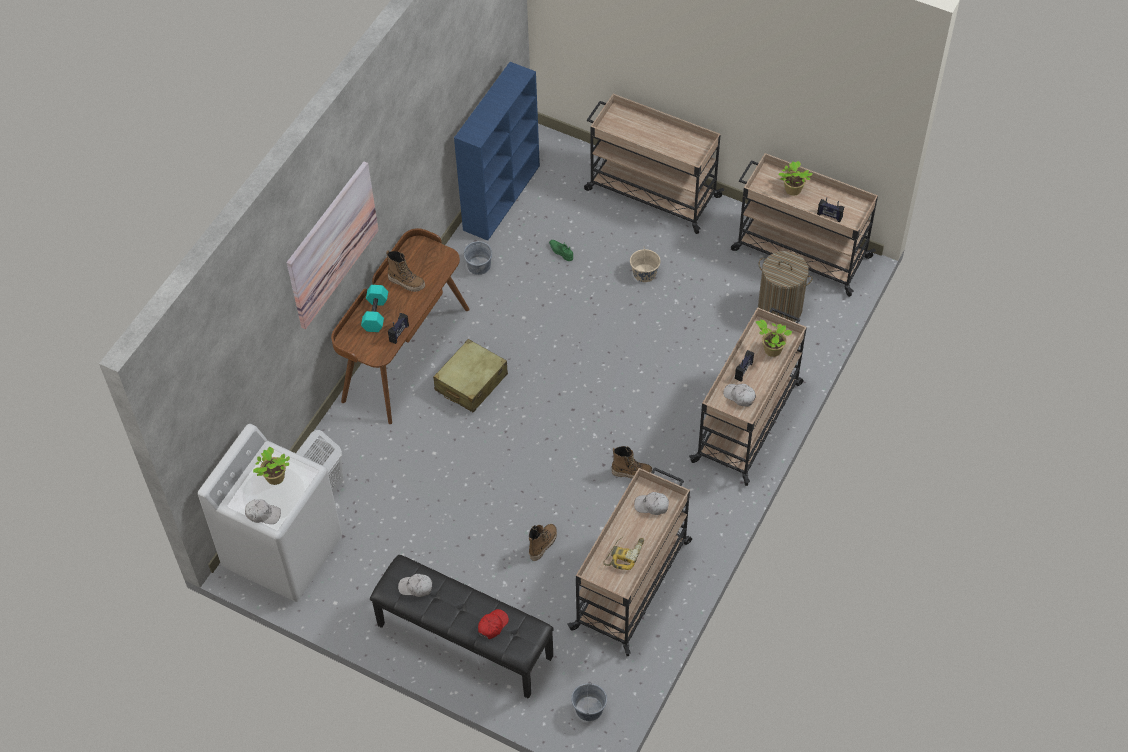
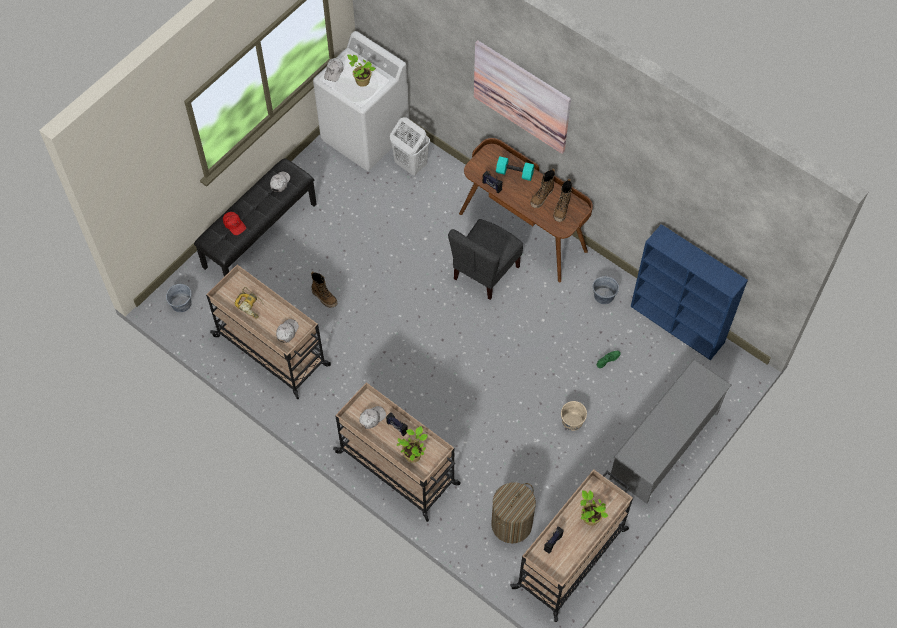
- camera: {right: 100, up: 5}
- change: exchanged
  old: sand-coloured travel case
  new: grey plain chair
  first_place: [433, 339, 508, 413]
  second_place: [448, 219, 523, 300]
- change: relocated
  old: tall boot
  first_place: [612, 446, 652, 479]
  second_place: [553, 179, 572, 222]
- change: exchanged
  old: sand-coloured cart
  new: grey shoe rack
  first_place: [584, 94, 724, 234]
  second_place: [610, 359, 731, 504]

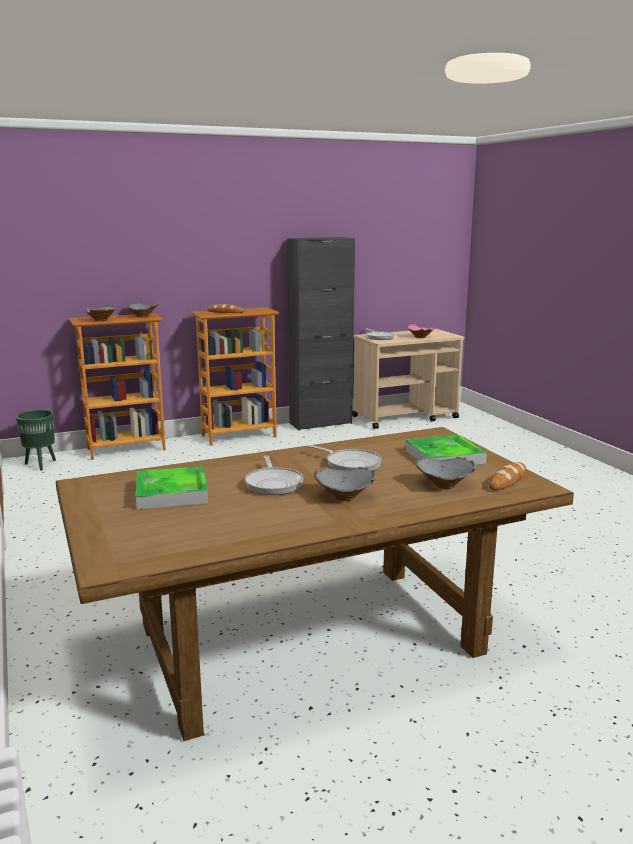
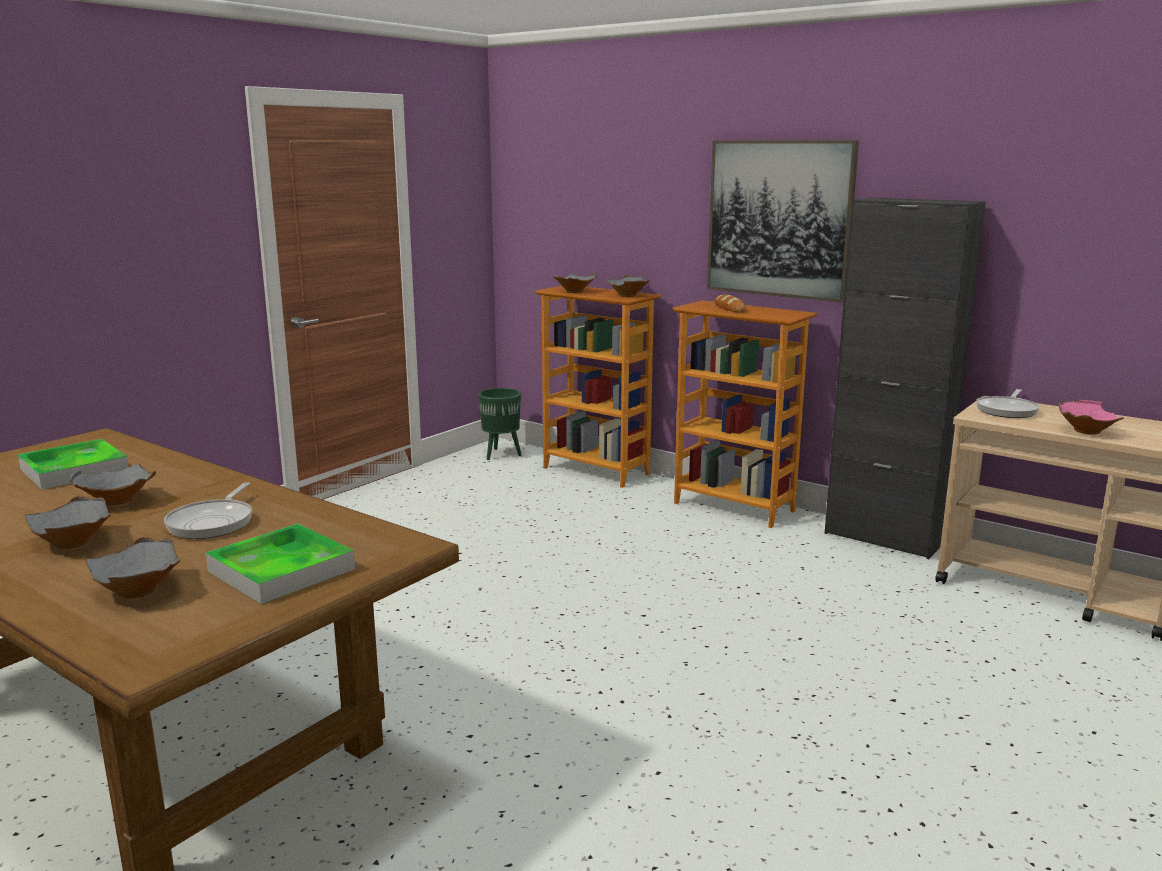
- camera: {right: 60, up: 0}
- change: exchanged
  old: pan
  new: grey deep dish
  first_place: [245, 456, 303, 495]
  second_place: [69, 464, 156, 505]
- change: appeared
  new: picture
  second_place: [707, 140, 859, 303]
- change: missing
  old: bakery bread
  first_place: [489, 462, 526, 490]

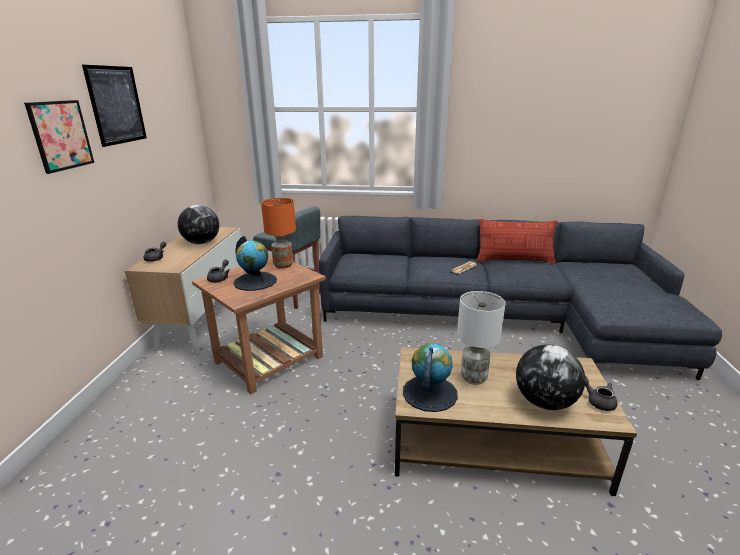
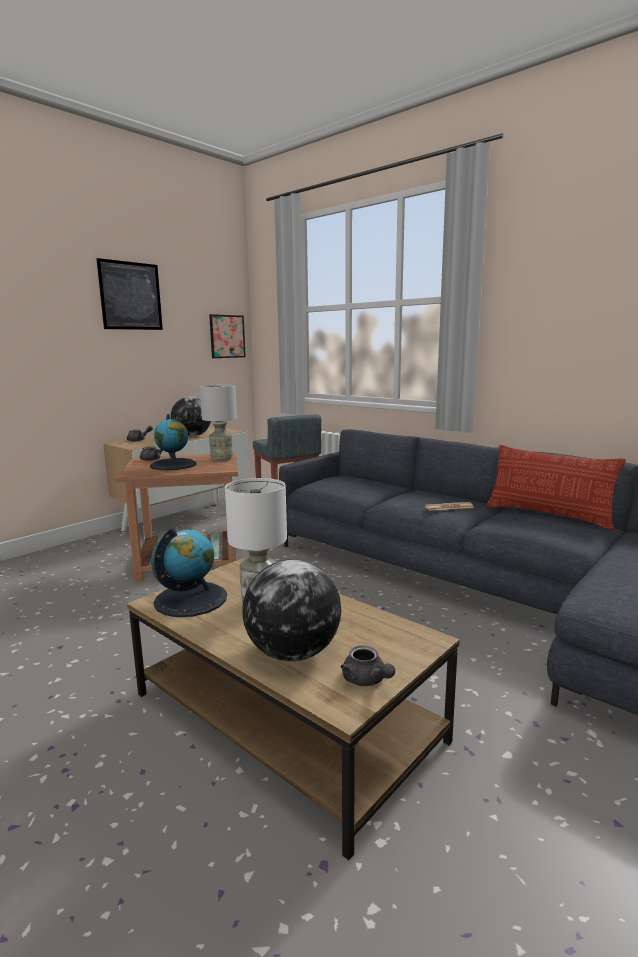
- camera: {right: 35, up: -10}
- change: colour
  old: orange-coloured table lamp
  new: grey table lamp
  first_place: [261, 198, 296, 268]
  second_place: [200, 385, 237, 461]
- change: relocated
  old: picture
  first_place: [24, 100, 94, 174]
  second_place: [209, 314, 246, 358]
- change: spun
  old: grey teapot
  first_place: [585, 376, 618, 411]
  second_place: [340, 645, 395, 686]
  degrees: 150

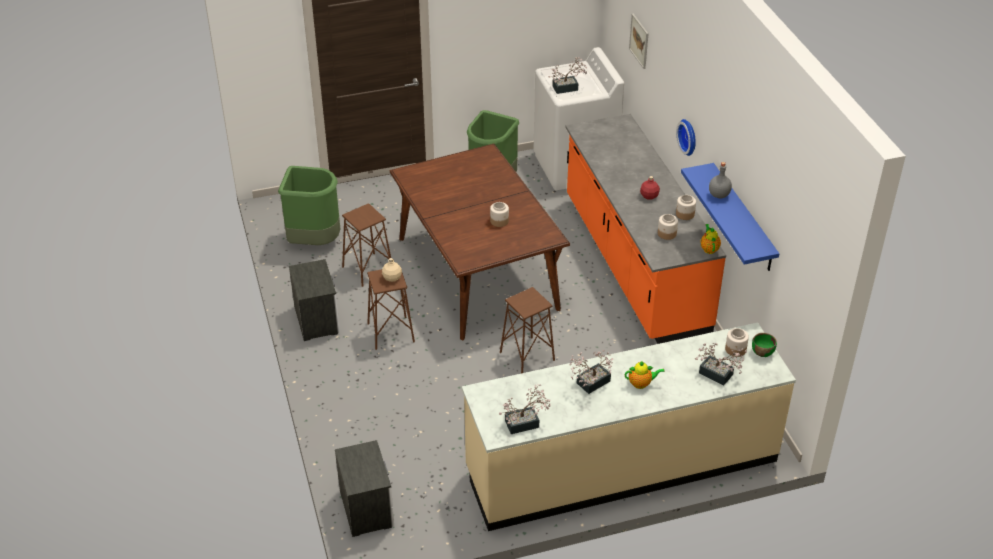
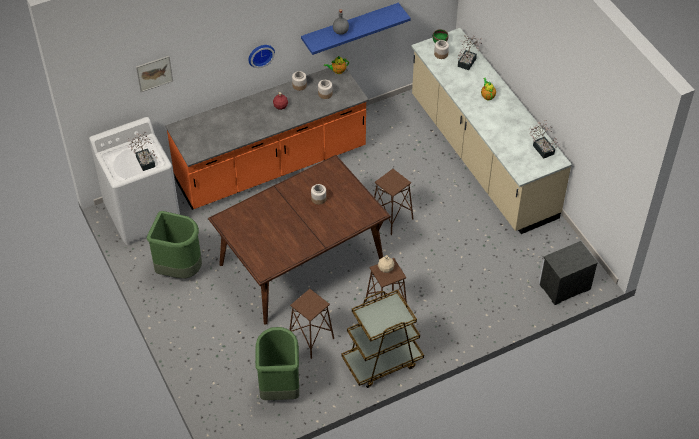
- camera: {right: -100, up: 10}
- change: exchanged
  old: night table
  new: brownish cart
  first_place: [289, 259, 340, 341]
  second_place: [341, 289, 424, 388]
- change: missing
  old: plant in a pot
  first_place: [569, 350, 613, 394]

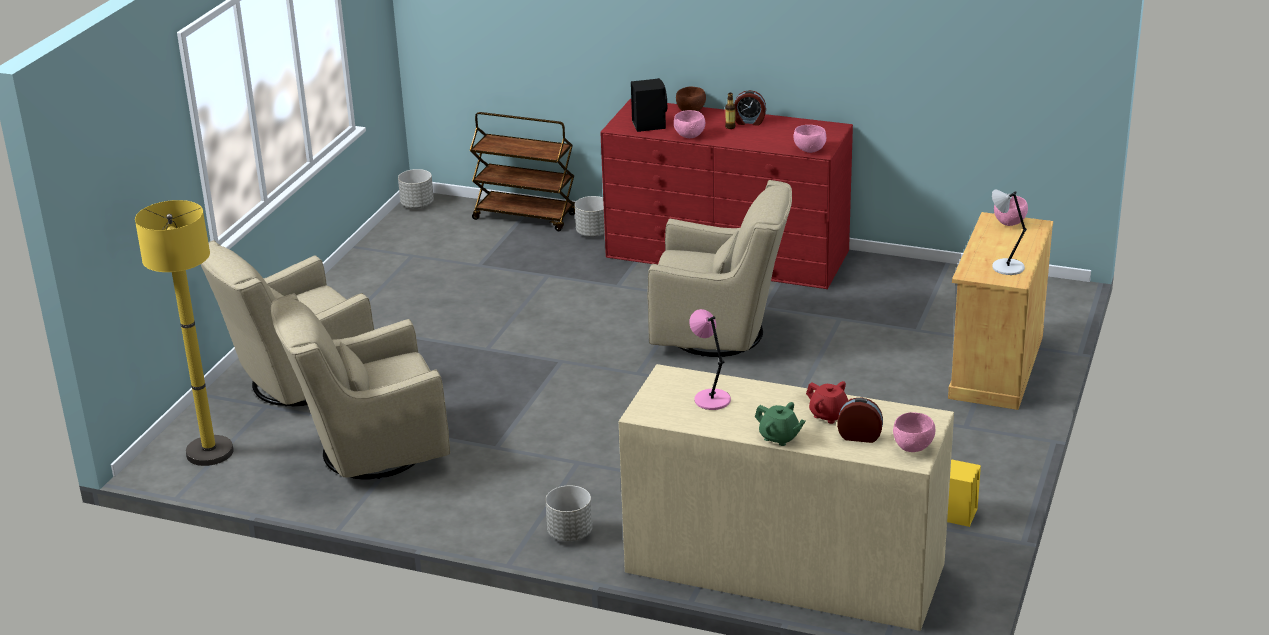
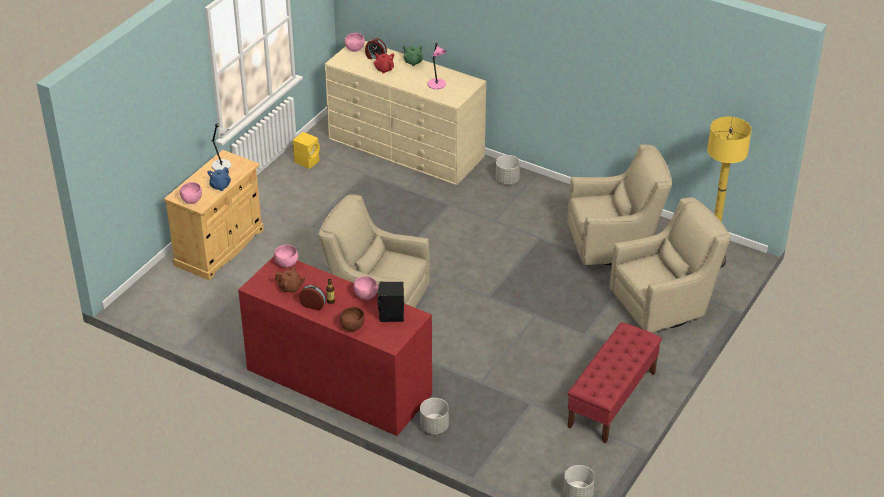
- camera: {right: -170, up: 10}
- change: appeared
  new: blue teapot
  second_place: [208, 167, 231, 191]
- change: appeared
  new: brownish teapot
  second_place: [275, 267, 305, 293]
- change: appeared
  new: reddish bench
  second_place: [568, 322, 662, 443]
- change: missing
  old: brownish cart
  first_place: [470, 112, 575, 231]

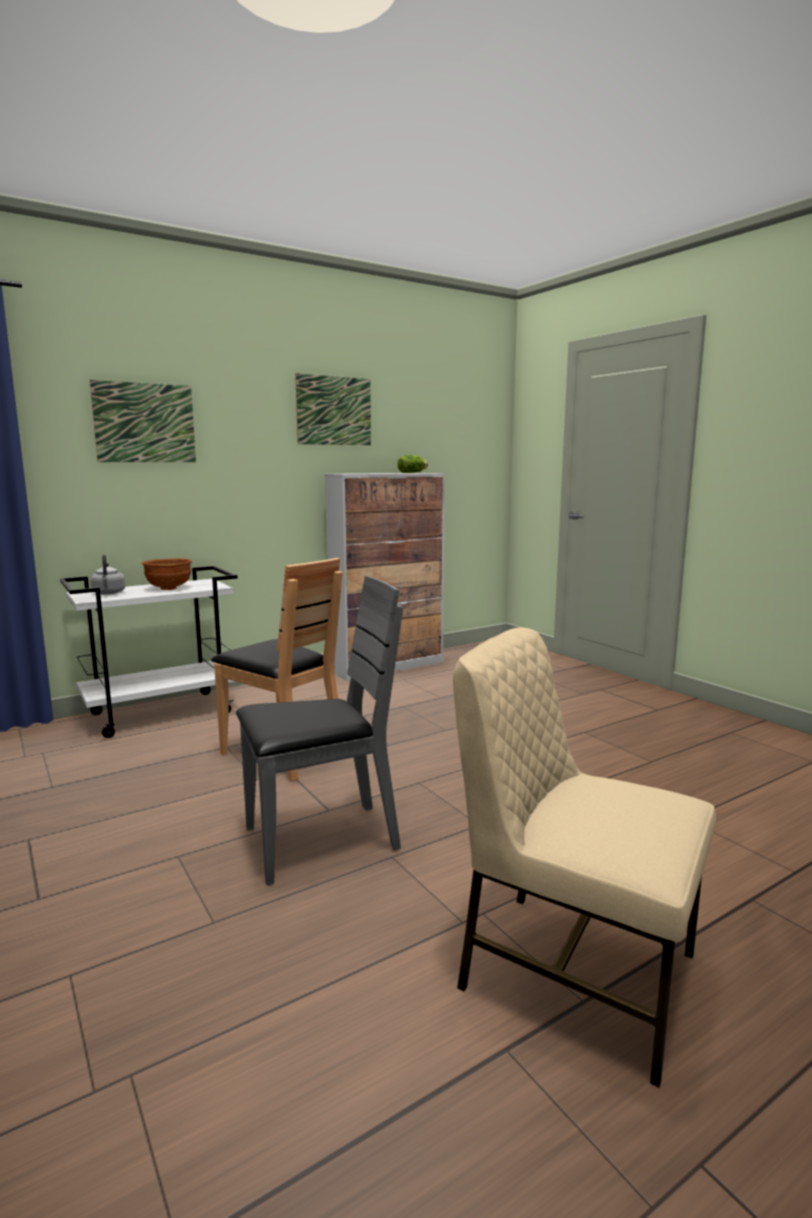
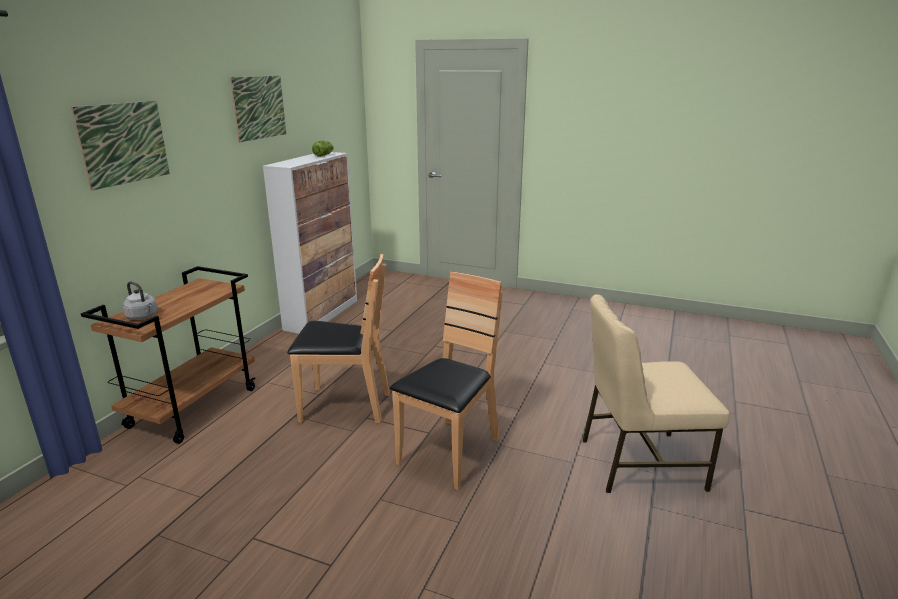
- camera: {right: -35, up: 10}
- change: colour
  old: white-coloured cart
  new: brownish cart
  first_place: [60, 566, 238, 738]
  second_place: [81, 266, 256, 444]
- change: colour
  old: grey plain chair
  new: brownish plain chair
  first_place: [236, 576, 403, 885]
  second_place: [390, 272, 503, 490]
- change: missing
  old: brownish deep dish
  first_place: [142, 558, 192, 590]

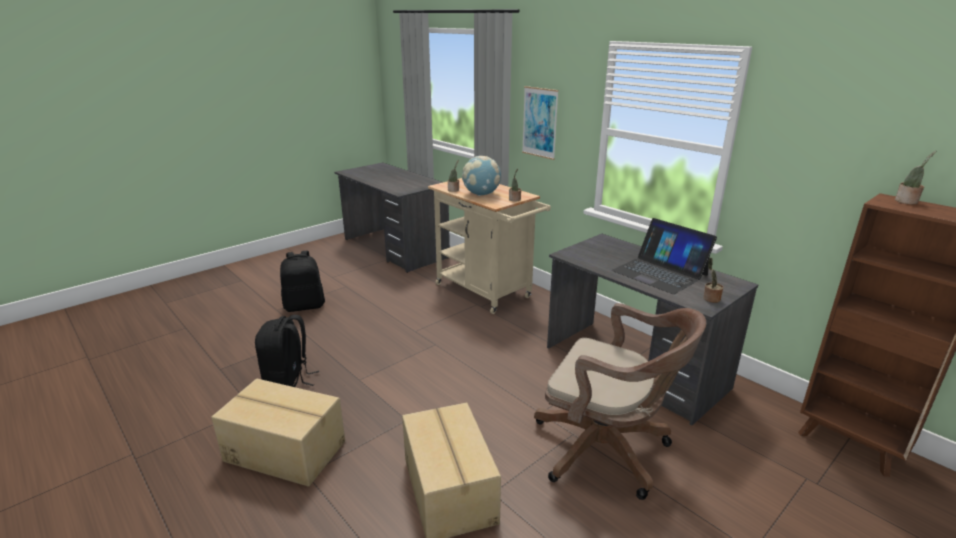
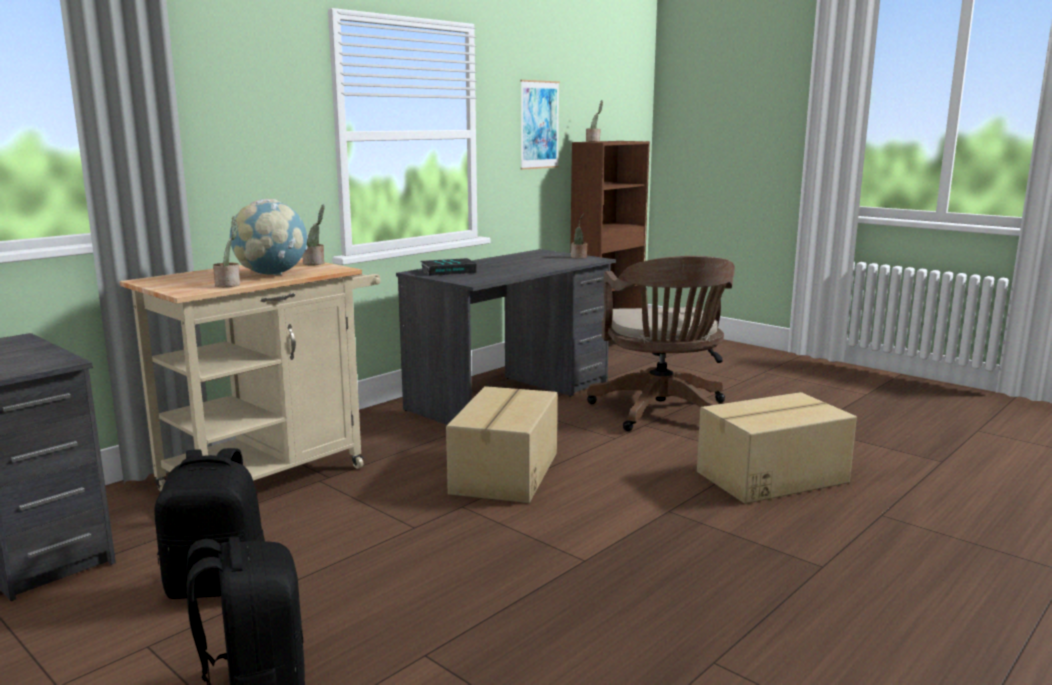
- camera: {right: -95, up: -10}
- change: relocated
  old: black rucksack
  first_place: [255, 315, 319, 387]
  second_place: [154, 448, 265, 599]
- change: appeared
  new: book
  second_place: [421, 258, 477, 276]
- change: relocated
  old: cardboard box
  first_place: [211, 378, 345, 487]
  second_place: [446, 386, 557, 503]
- change: relocated
  old: picture
  first_place: [522, 86, 559, 160]
  second_place: [520, 80, 560, 170]
- change: spun
  old: brownish desk chair
  first_place: [534, 303, 707, 500]
  second_place: [587, 256, 735, 431]
  degrees: 150
- change: missing
  old: notebook computer
  first_place: [612, 218, 717, 294]

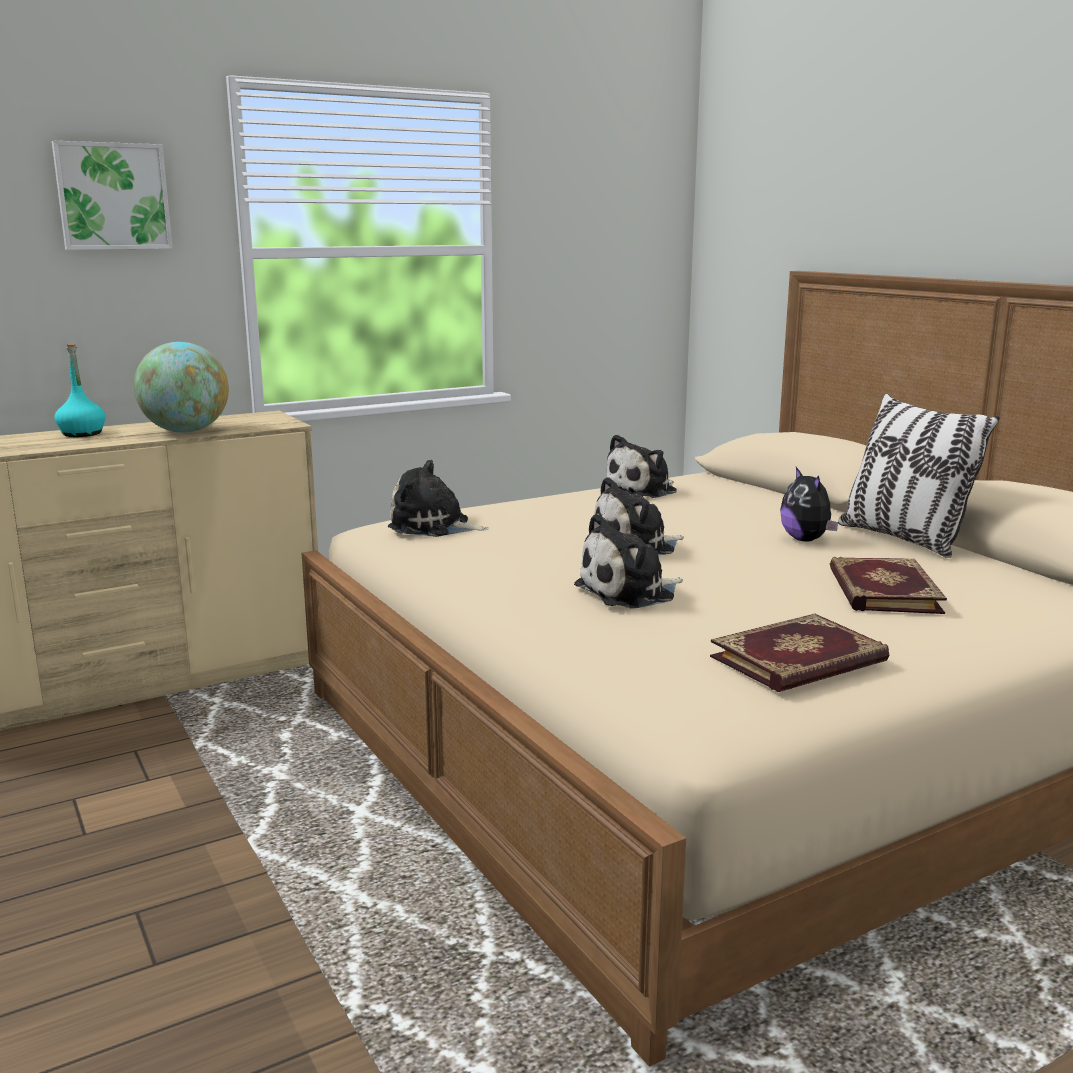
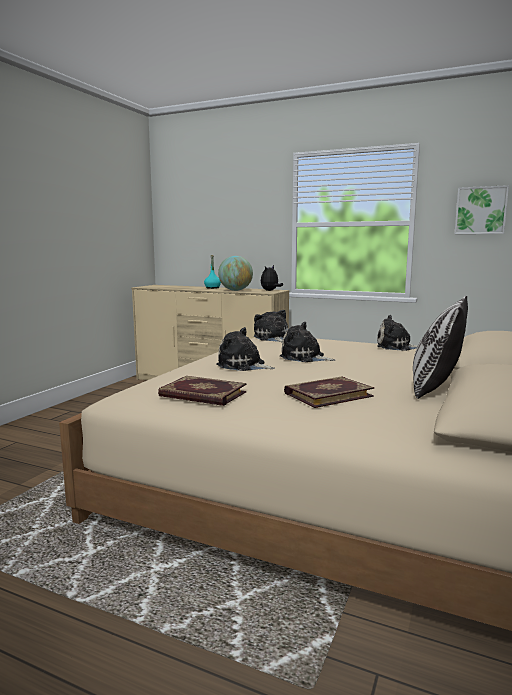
- camera: {right: 55, up: -5}
- change: relocated
  old: cuddly toy
  first_place: [780, 467, 838, 541]
  second_place: [261, 265, 283, 291]
- change: relocated
  old: picture
  first_place: [52, 141, 173, 250]
  second_place: [454, 185, 509, 234]

